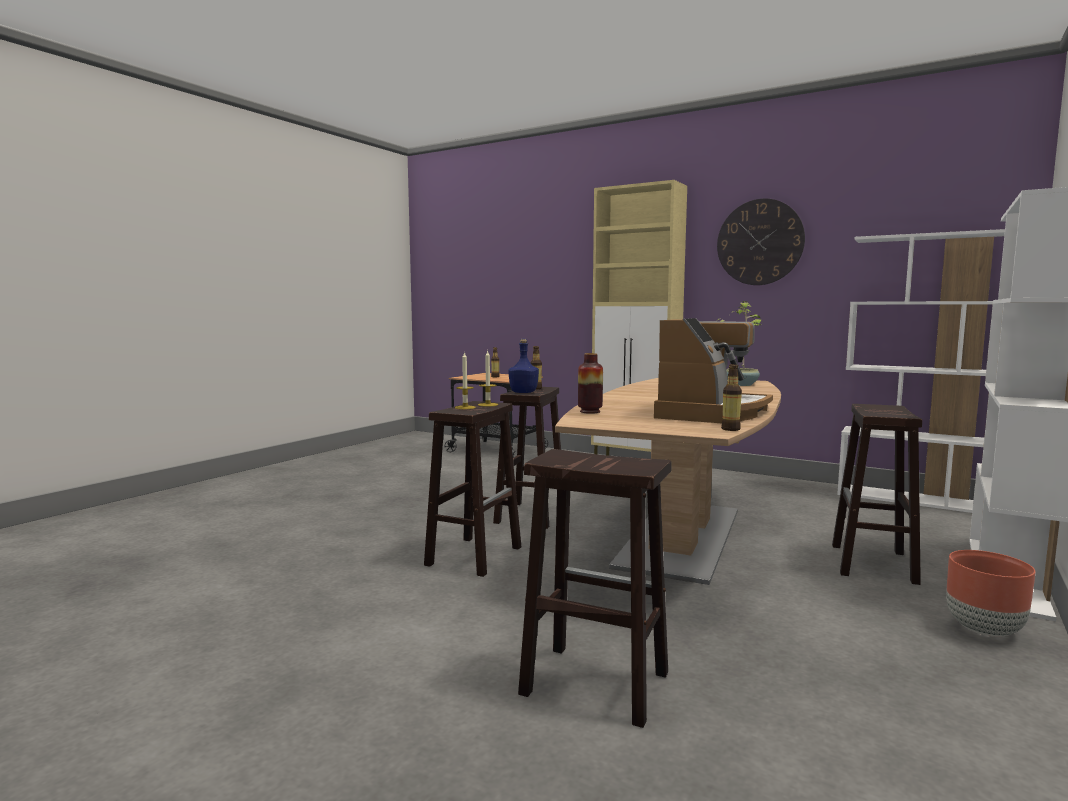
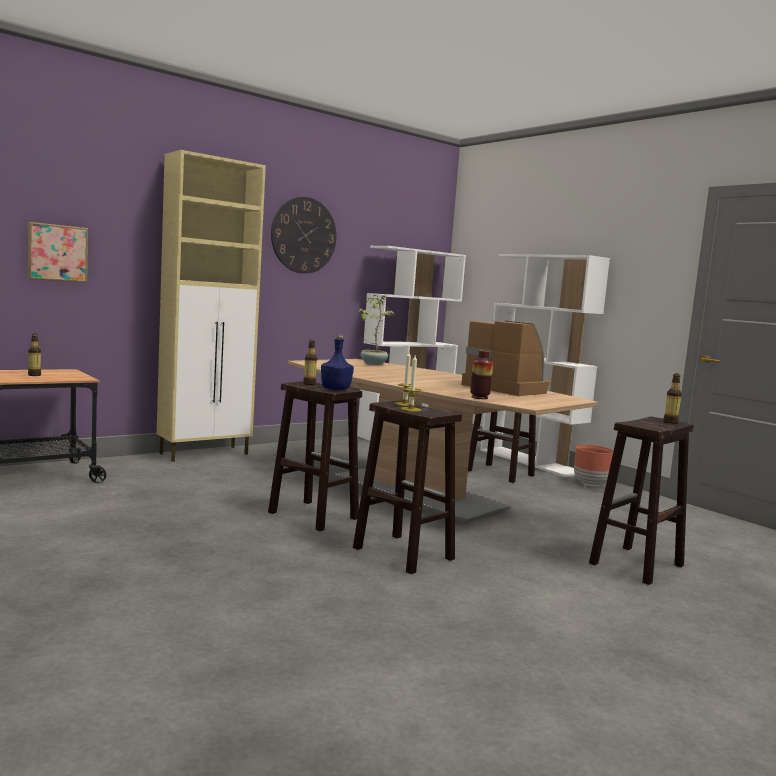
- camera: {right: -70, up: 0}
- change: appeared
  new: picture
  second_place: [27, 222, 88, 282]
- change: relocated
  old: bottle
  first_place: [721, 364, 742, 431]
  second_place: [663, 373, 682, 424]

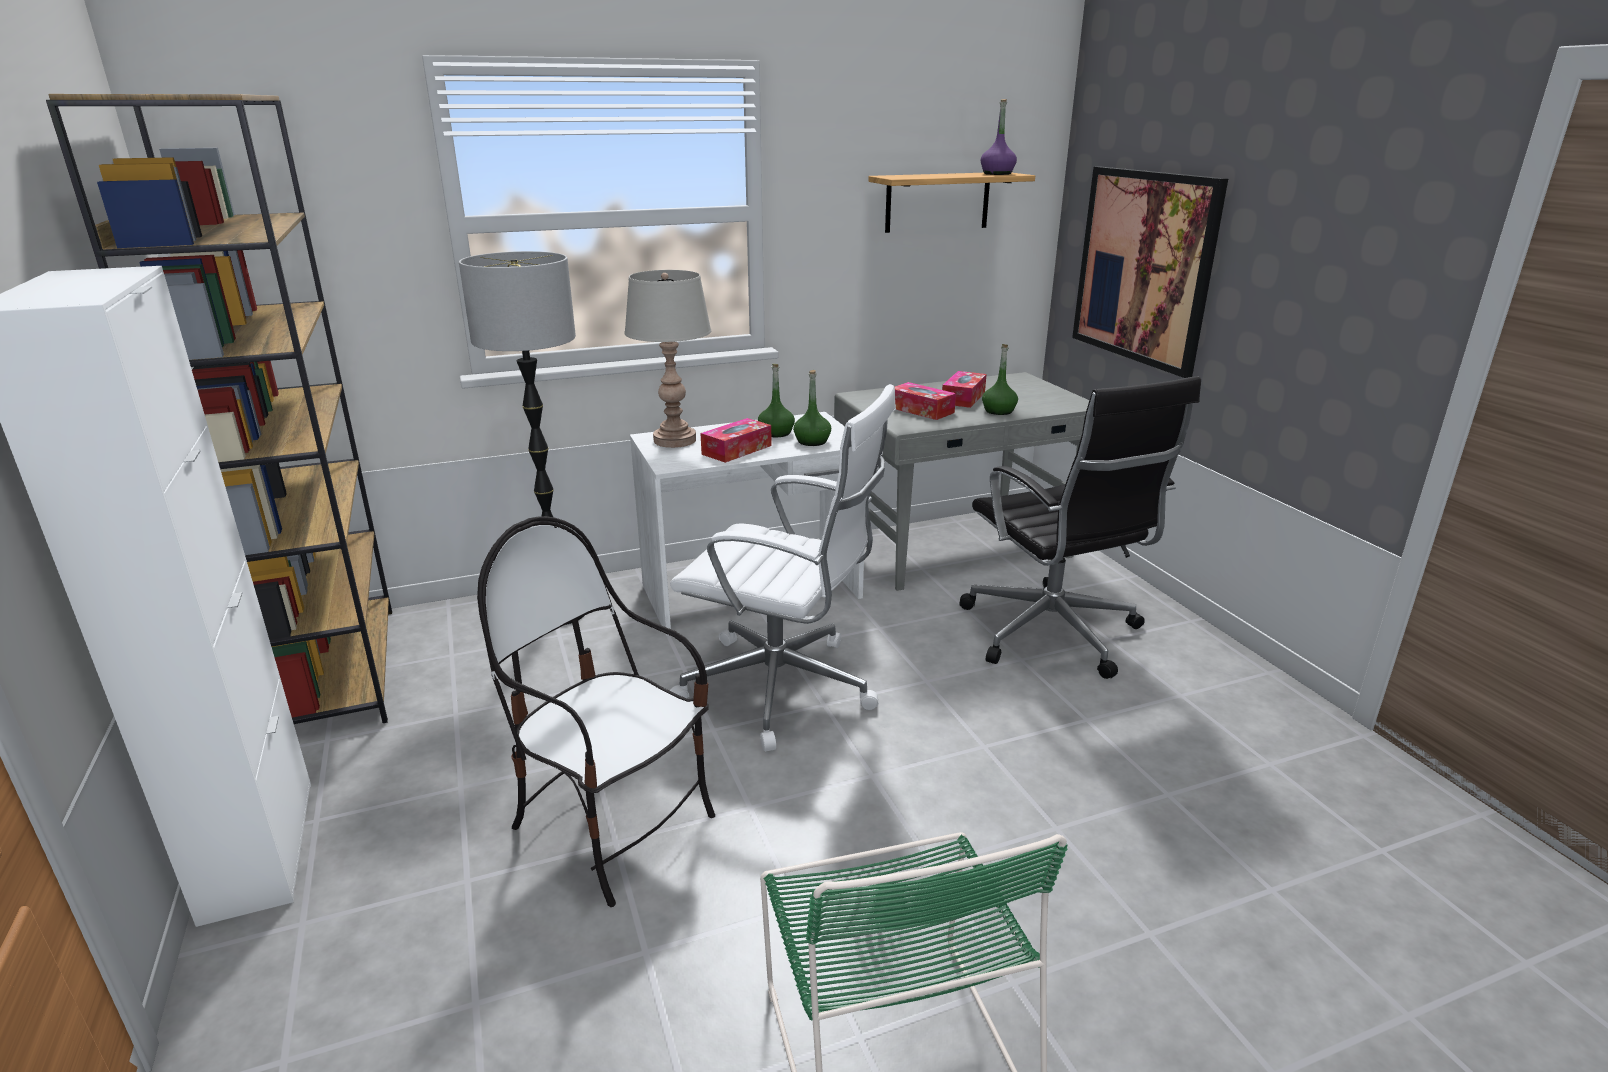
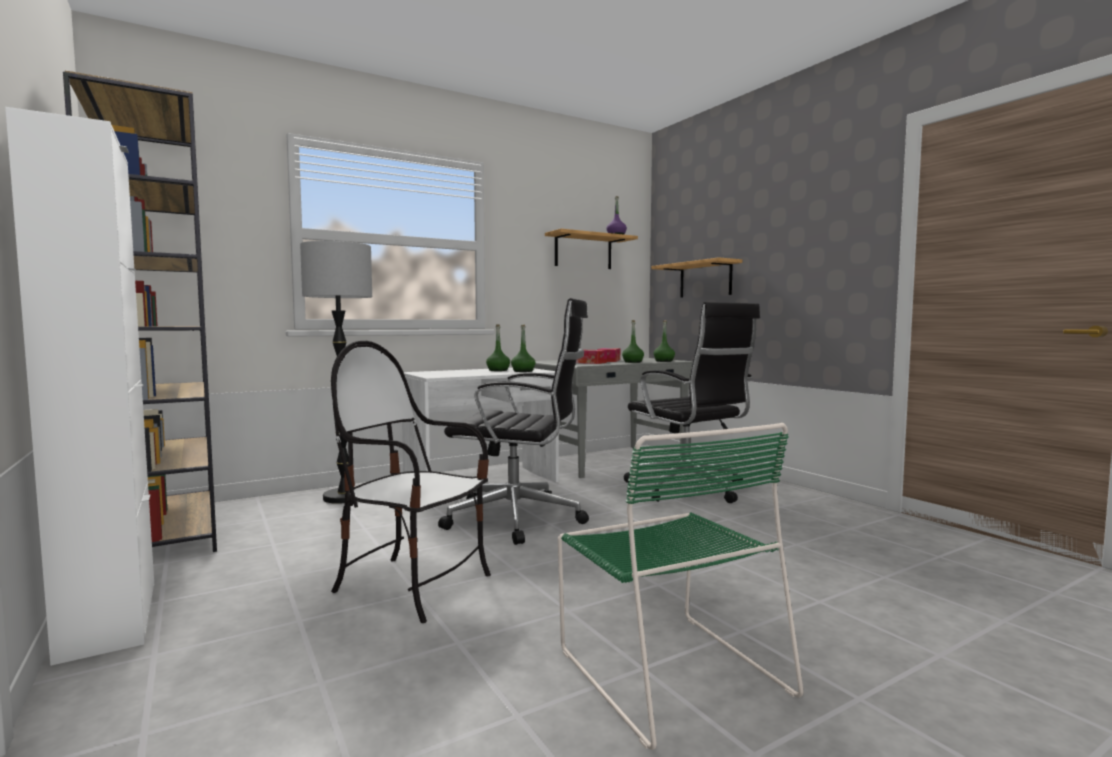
- camera: {right: -10, up: -20}
- change: colour
  old: white-coloured desk chair
  new: black desk chair
  first_place: [670, 384, 896, 751]
  second_place: [438, 298, 589, 545]
- change: exchanged
  old: picture
  new: shelf
  first_place: [1072, 167, 1228, 378]
  second_place: [651, 257, 742, 298]
- change: appeared
  new: green-coloured bottle
  second_place: [653, 320, 675, 362]
- change: missing
  old: grey table lamp
  first_place: [624, 270, 711, 448]
- change: missing
  old: box of tissues
  first_place: [700, 418, 772, 463]

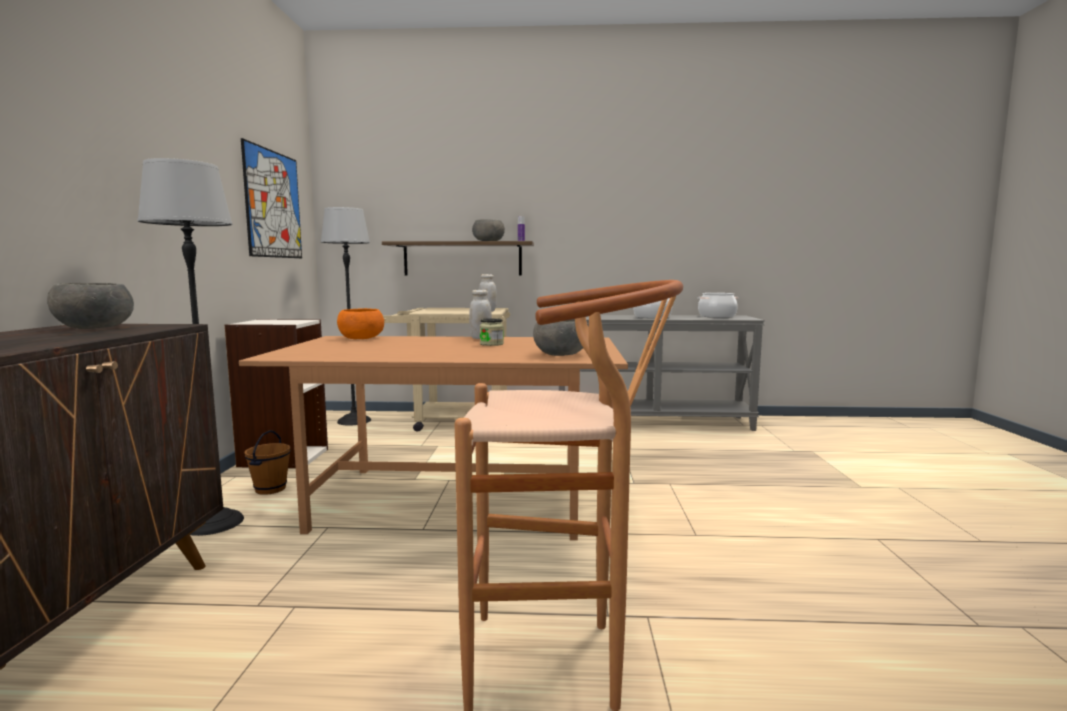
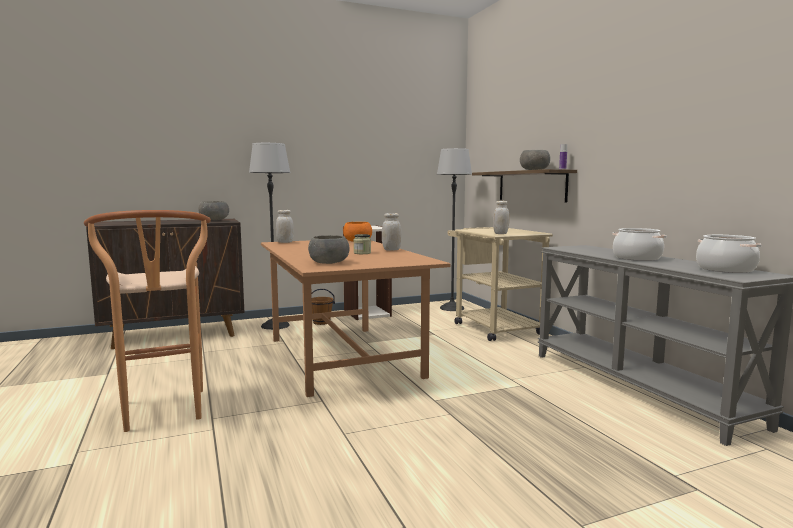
- camera: {right: 65, up: 0}
- change: appeared
  new: white-coloured storage jar
  second_place: [276, 210, 294, 243]
- change: missing
  old: picture
  first_place: [241, 138, 302, 258]

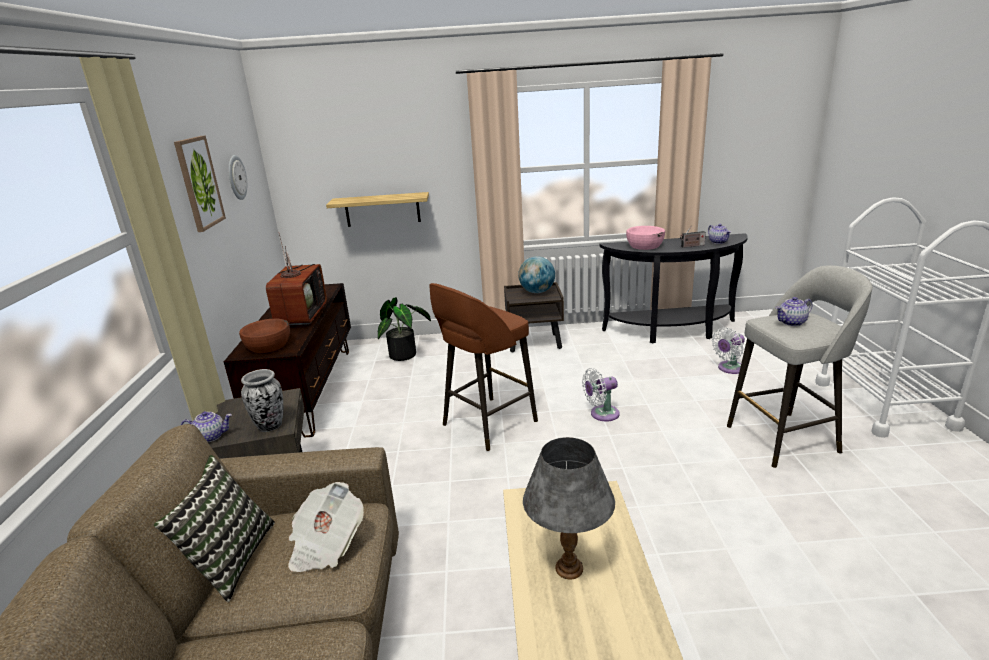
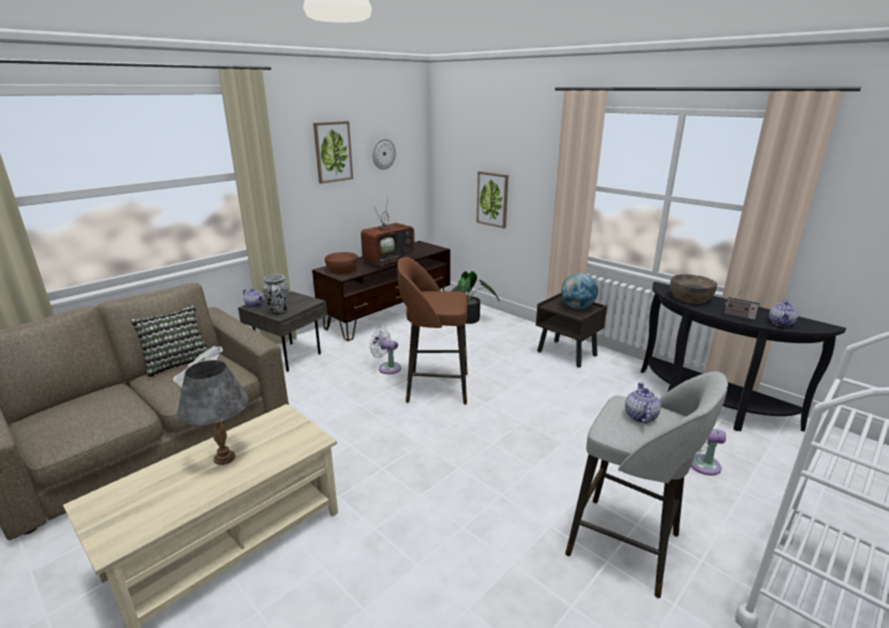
- camera: {right: 45, up: 0}
- change: relocated
  old: white-coloured electric fan
  first_place: [582, 368, 620, 422]
  second_place: [369, 328, 401, 374]
- change: exchanged
  old: shelf
  new: picture
  first_place: [326, 192, 429, 227]
  second_place: [477, 171, 509, 228]
- change: spun
  old: teapot
  first_place: [776, 297, 813, 326]
  second_place: [625, 382, 661, 424]
  degrees: 75
- change: colour
  old: pink-coloured deep dish
  new: brownish deep dish
  first_place: [626, 226, 665, 250]
  second_place: [670, 274, 717, 304]

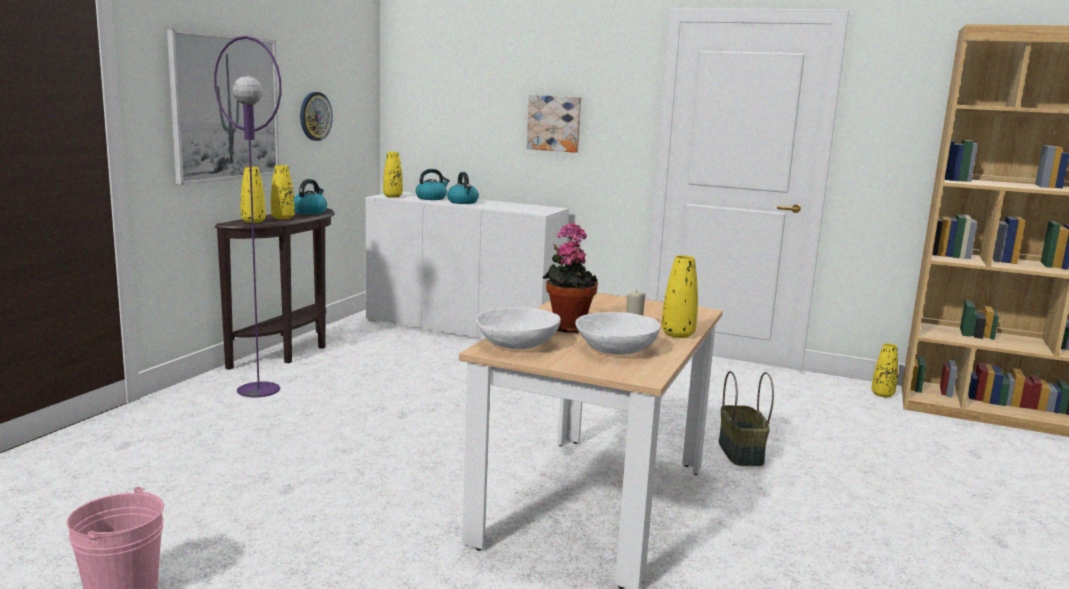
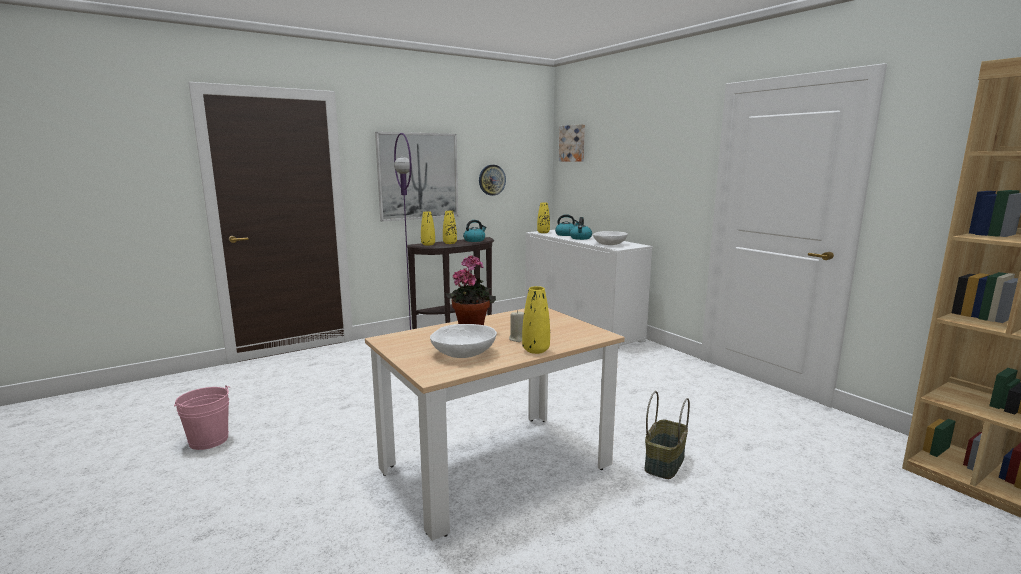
- camera: {right: 35, up: 0}
- change: relocated
  old: picture
  first_place: [527, 95, 581, 153]
  second_place: [559, 124, 585, 162]
- change: relocated
  old: white-coloured deep dish
  first_place: [476, 307, 561, 349]
  second_place: [593, 231, 628, 245]
- change: missing
  old: yellowish vase
  first_place: [871, 343, 898, 397]

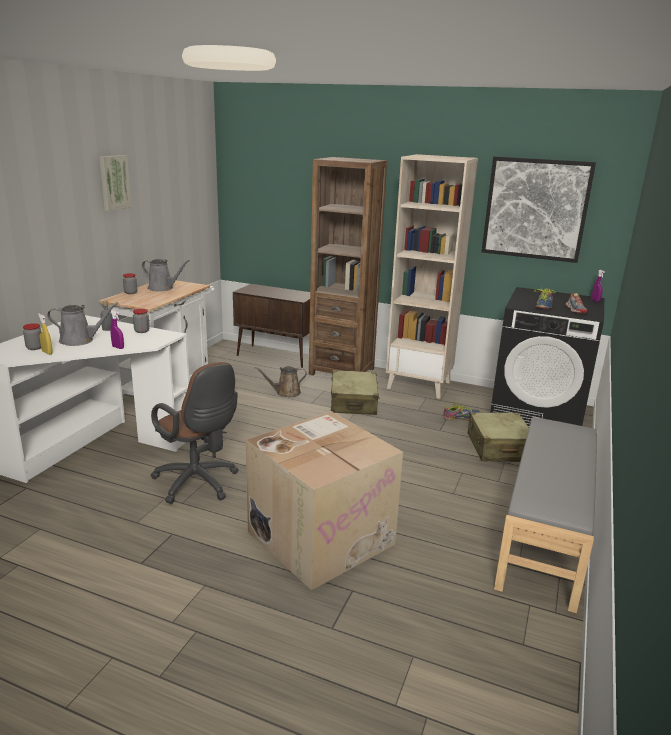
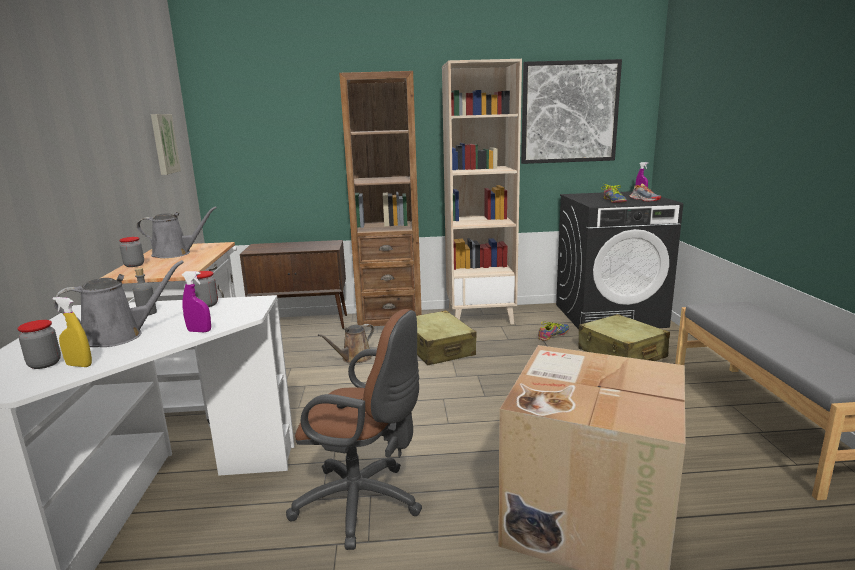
- camera: {right: -25, up: -5}
- change: relocated
  old: picture
  first_place: [99, 155, 132, 211]
  second_place: [151, 114, 181, 175]

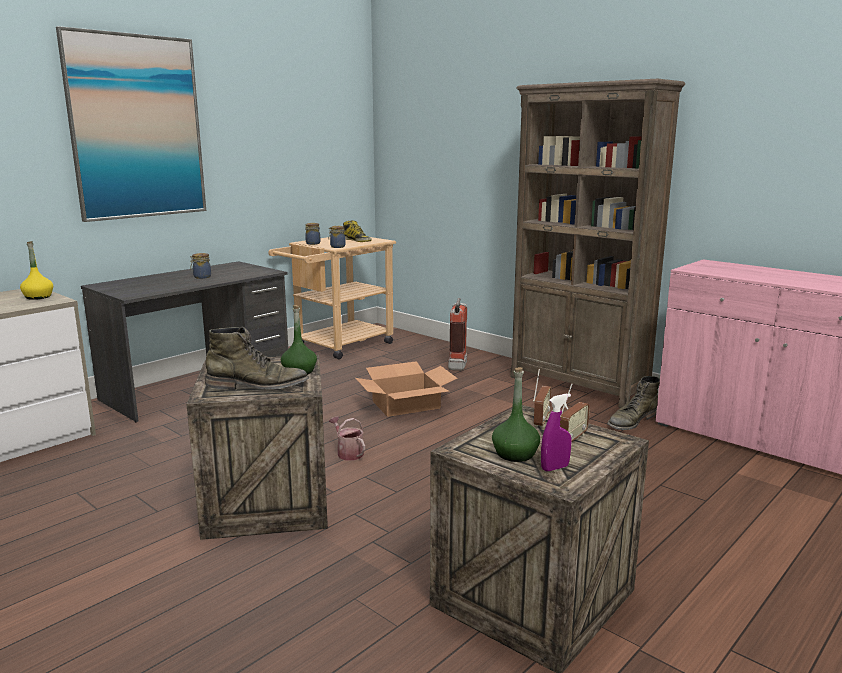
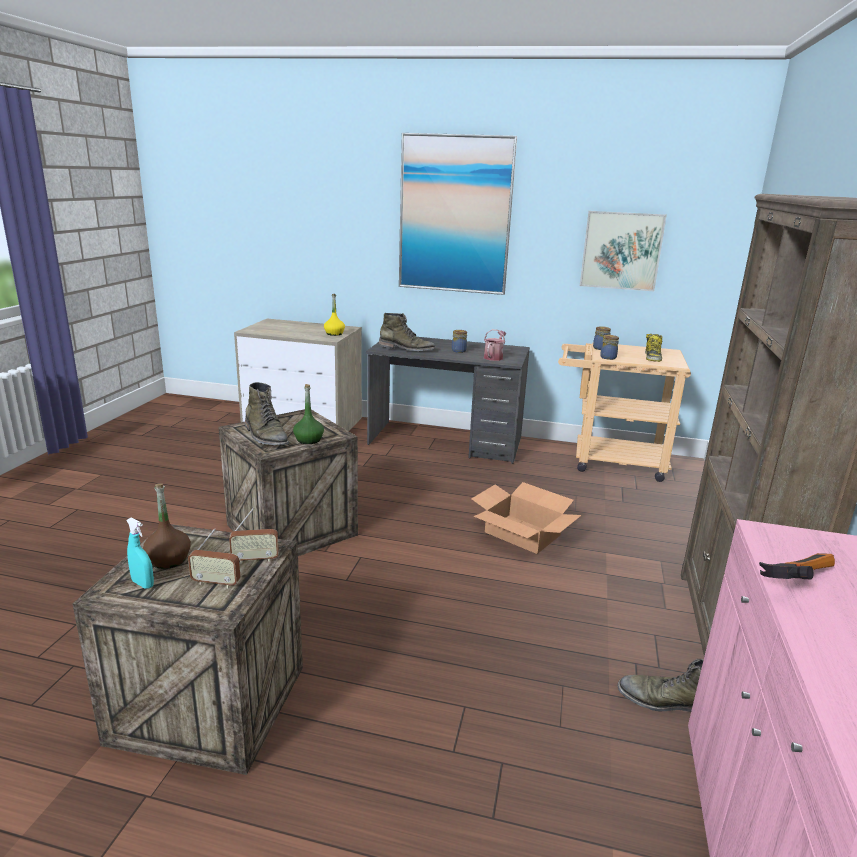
- camera: {right: 60, up: 5}
- change: colour
  old: purple hand sprayer
  new: blue-green hand sprayer
  first_place: [541, 393, 572, 471]
  second_place: [126, 518, 154, 589]
- change: colour
  old: green-coloured bottle
  new: brownish bottle
  first_place: [492, 367, 540, 462]
  second_place: [143, 483, 191, 569]
- change: appeared
  new: green-coloured tall boot
  second_place: [379, 313, 436, 351]
- change: relocated
  old: watering pot
  first_place: [329, 416, 365, 460]
  second_place: [484, 329, 506, 361]
- change: appeared
  new: picture
  second_place: [580, 211, 667, 291]
- change: appeared
  new: tool hammer
  second_place: [759, 553, 835, 580]
- change: missing
  old: extinguisher
  first_place: [448, 298, 467, 371]

